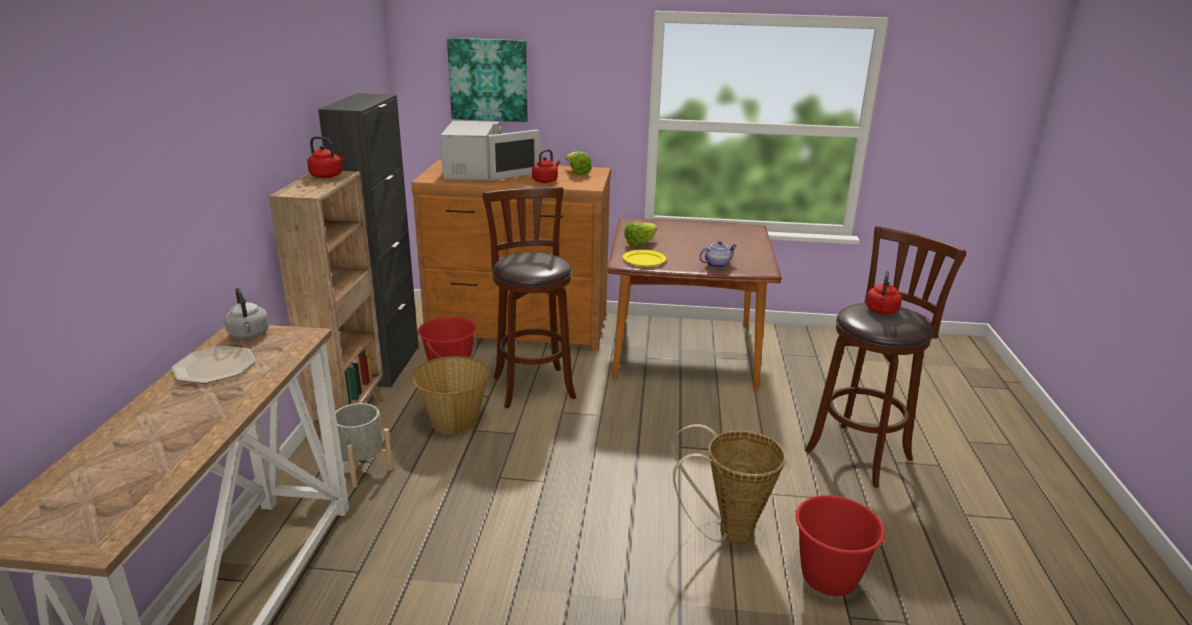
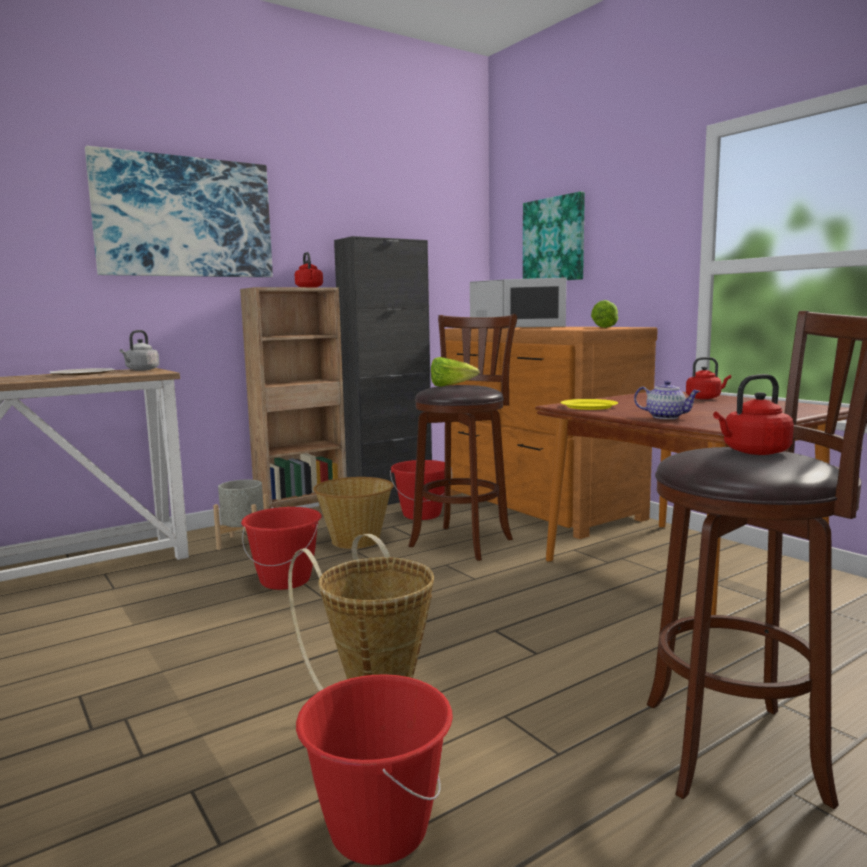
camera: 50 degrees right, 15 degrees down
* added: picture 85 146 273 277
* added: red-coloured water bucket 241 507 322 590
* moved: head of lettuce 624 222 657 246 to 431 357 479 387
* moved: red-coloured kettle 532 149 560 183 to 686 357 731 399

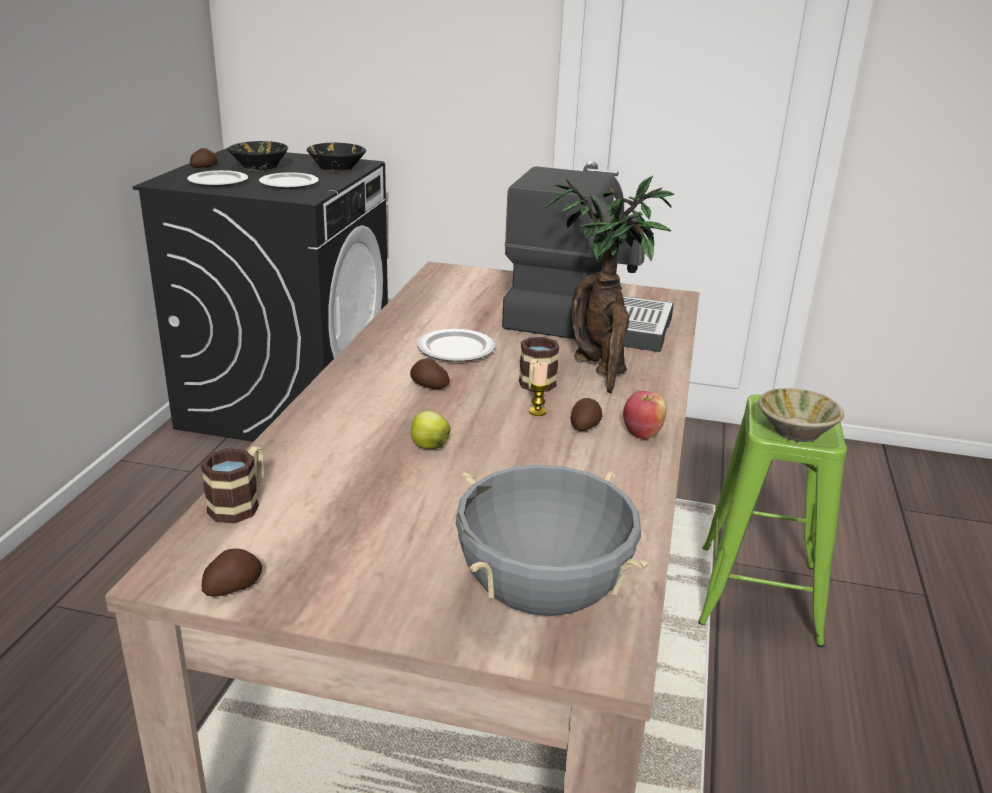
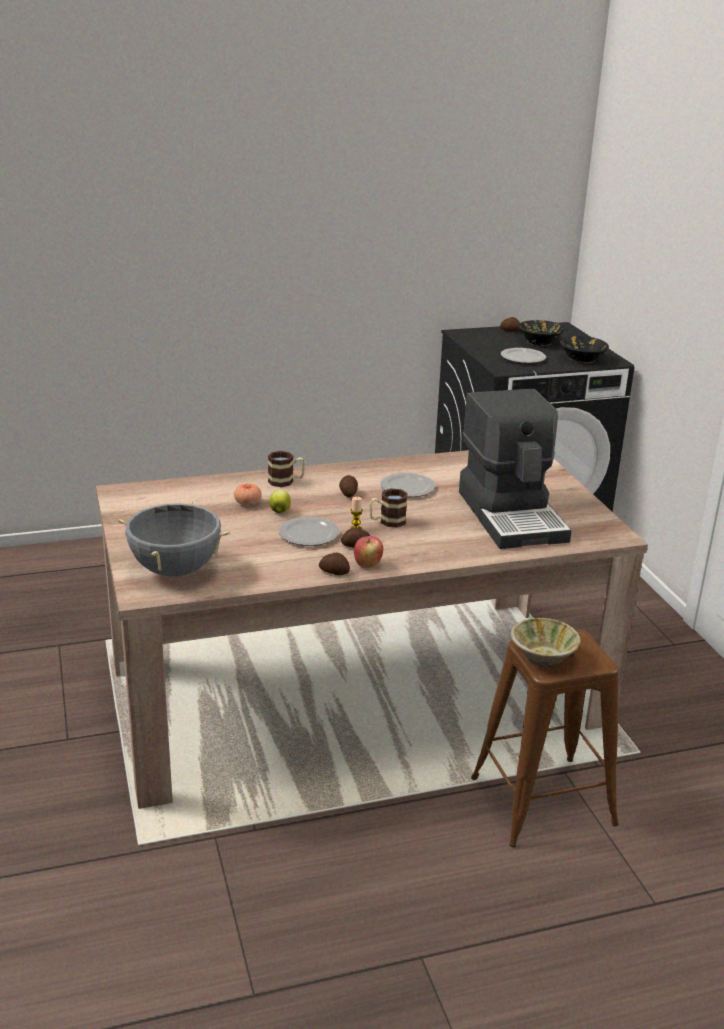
camera: 60 degrees right, 0 degrees up
* added: fresh tomato 234 483 262 506
* moved: coffee mug 201 446 264 523 to 268 451 305 487
* moved: flat dish 187 170 248 187 to 279 517 339 546
* moved: spud 202 548 262 597 to 319 552 350 575
* recoloured: green-coloured stool seat 698 395 847 647 to brown stool seat 471 630 619 847
* removed: plant in a pot 545 176 674 393

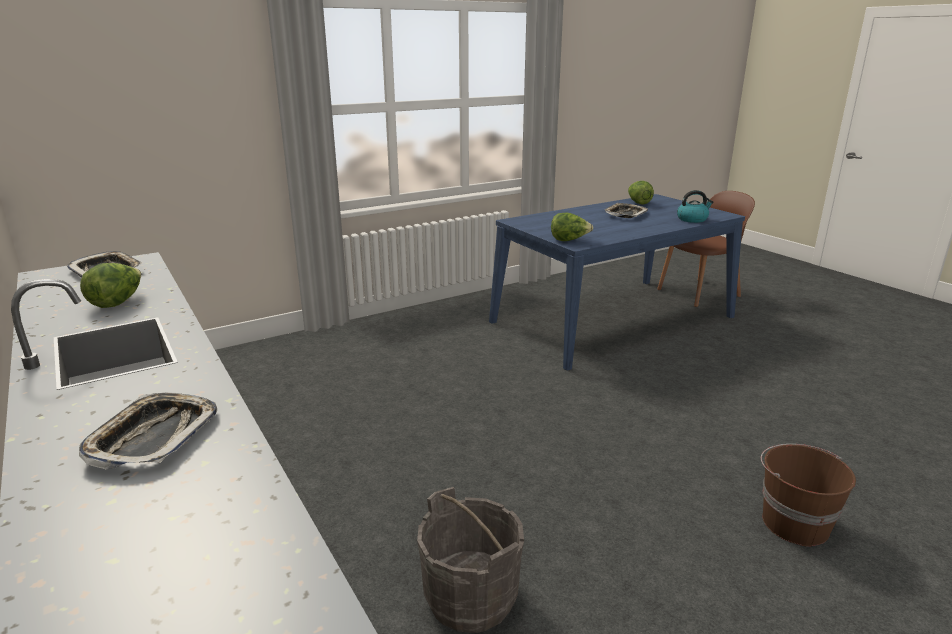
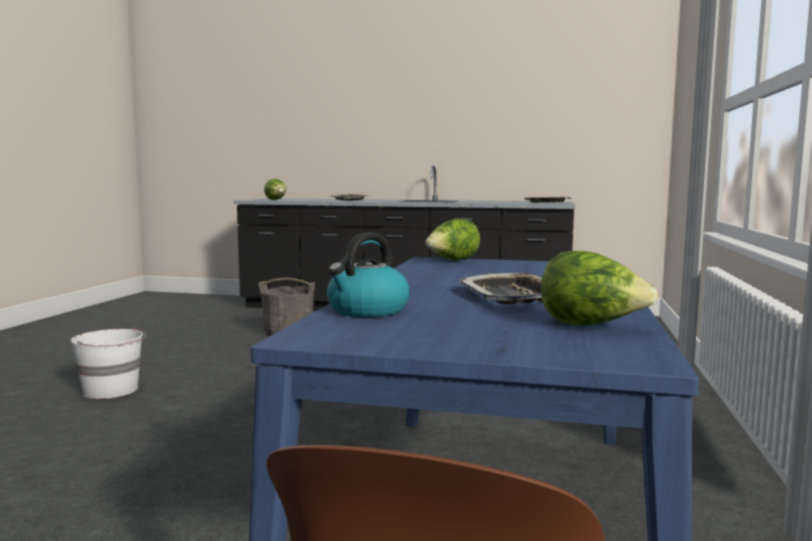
camera: 135 degrees right, 15 degrees down
* recoloured: brown water bucket 761 444 856 547 to whitish water bucket 71 327 146 399
* moved: head of lettuce 80 263 141 308 to 264 179 286 200

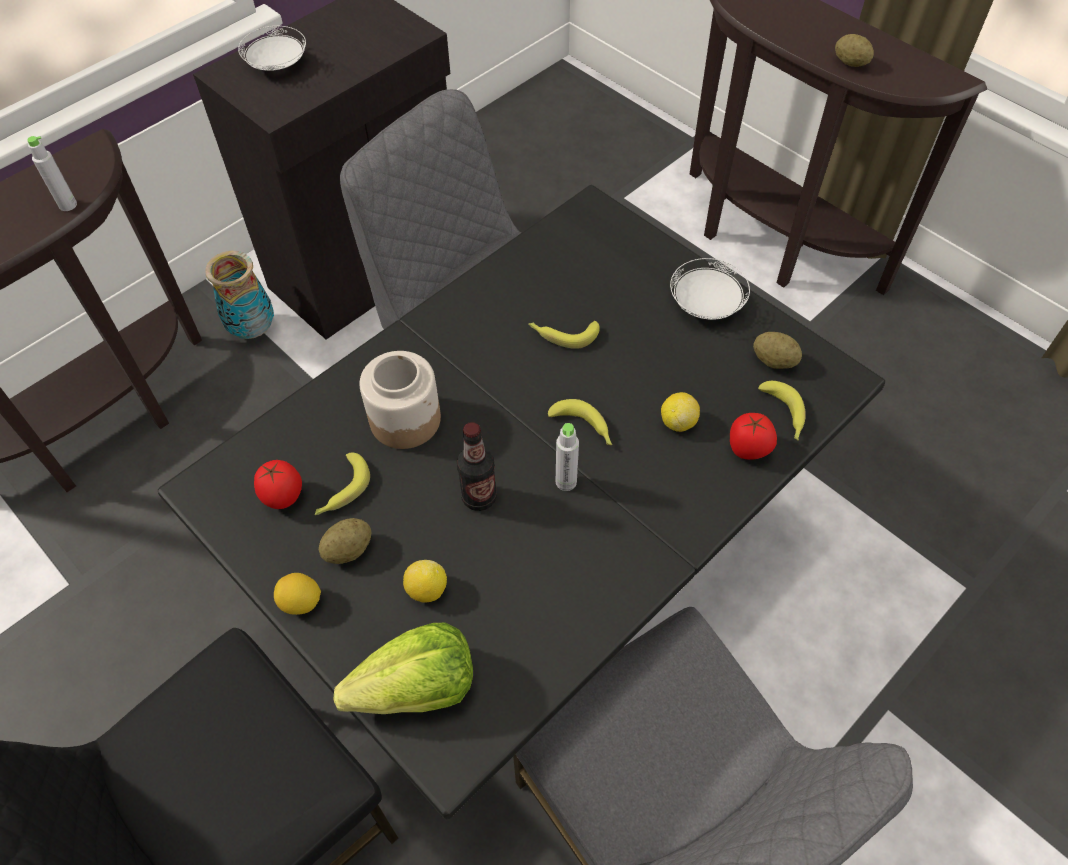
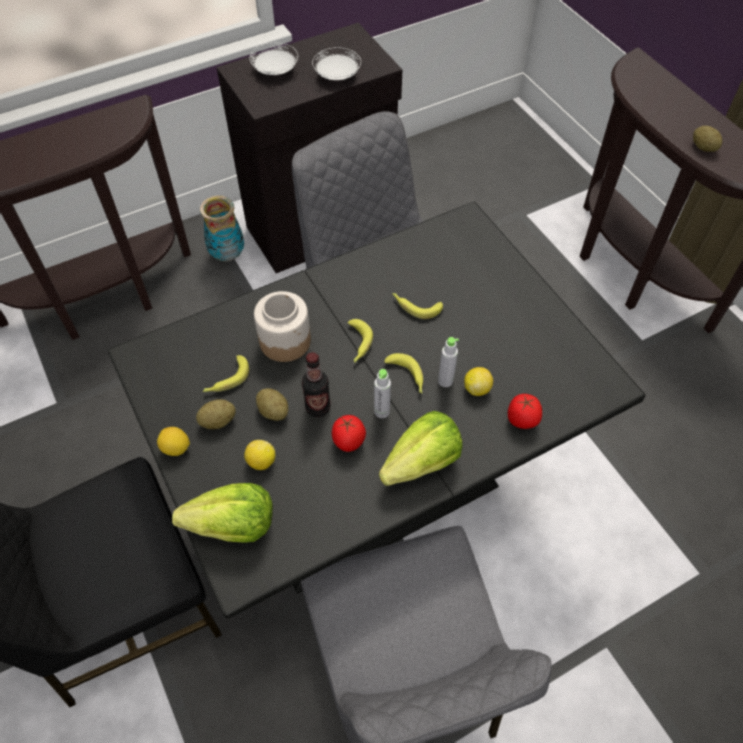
camera: 15 degrees right, 0 degrees up
* moved: spud 753 332 802 369 to 256 388 288 421
* moved: whitish flat dish 670 258 750 320 to 312 47 361 80
* moved: fresh tomato 254 460 302 509 to 332 415 366 452
* moved: banana 758 381 806 441 to 348 319 373 363
* added: head of lettuce 379 411 462 486
* moved: gray bottle 27 136 77 211 to 438 337 459 387

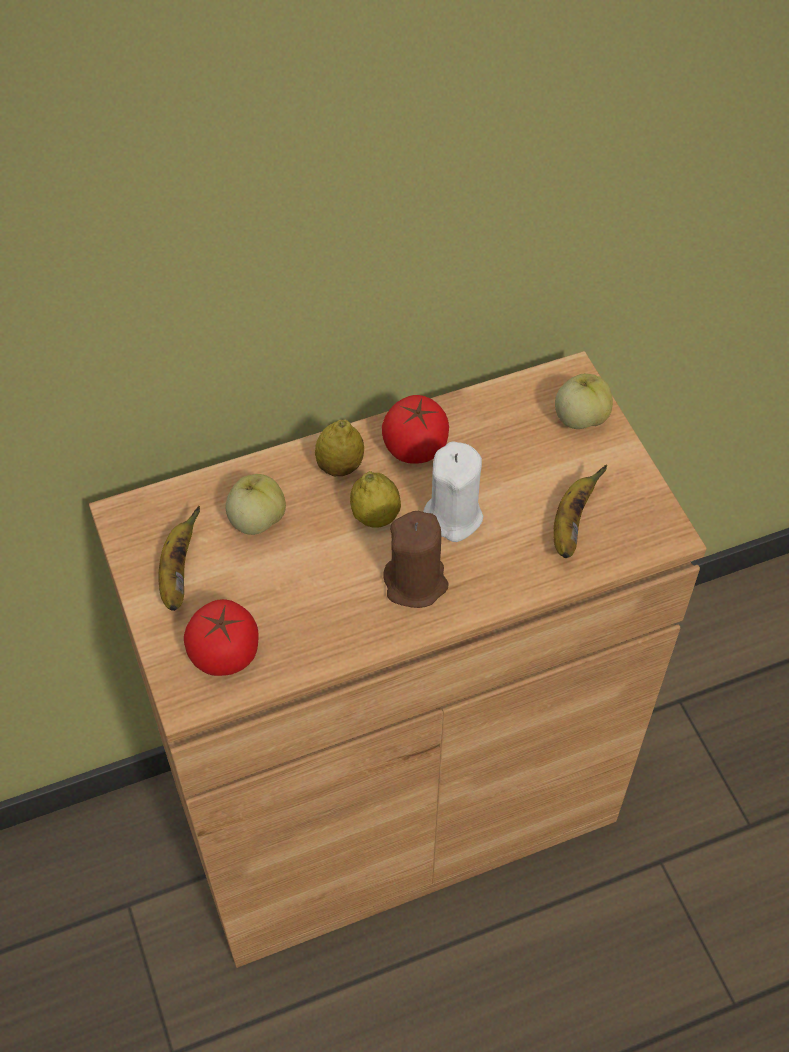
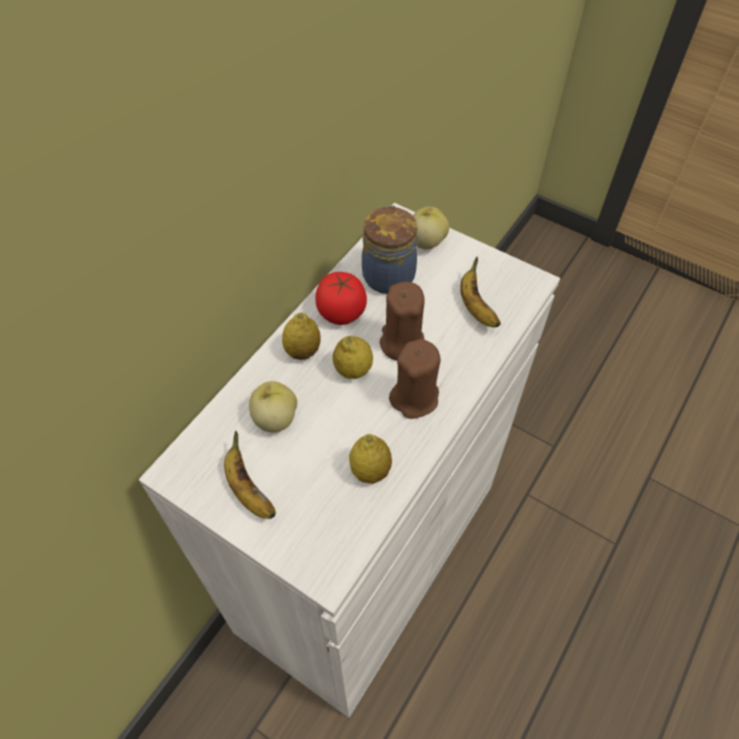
camera: 35 degrees left, 0 degrees up
* recoloured: brown cupboard 89 351 707 968 to whitish cupboard 139 203 560 718
* added: citrus fruit 349 434 392 484
* added: jar 362 205 417 294
* recoloured: whitish wax candle 423 441 483 542 to brown wax candle 380 282 425 360
* removed: fresh tomato 184 599 259 676

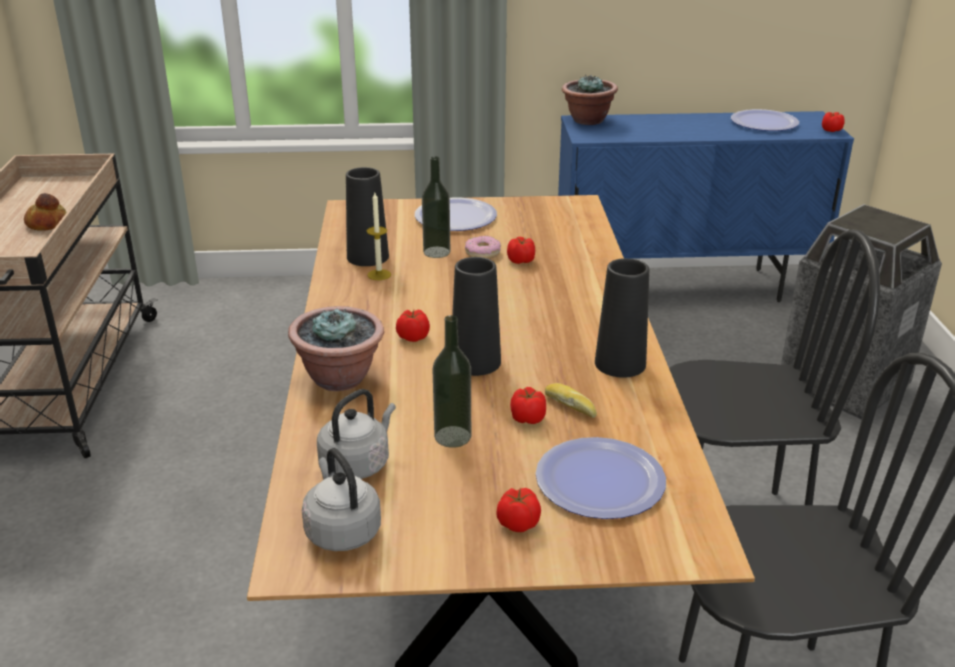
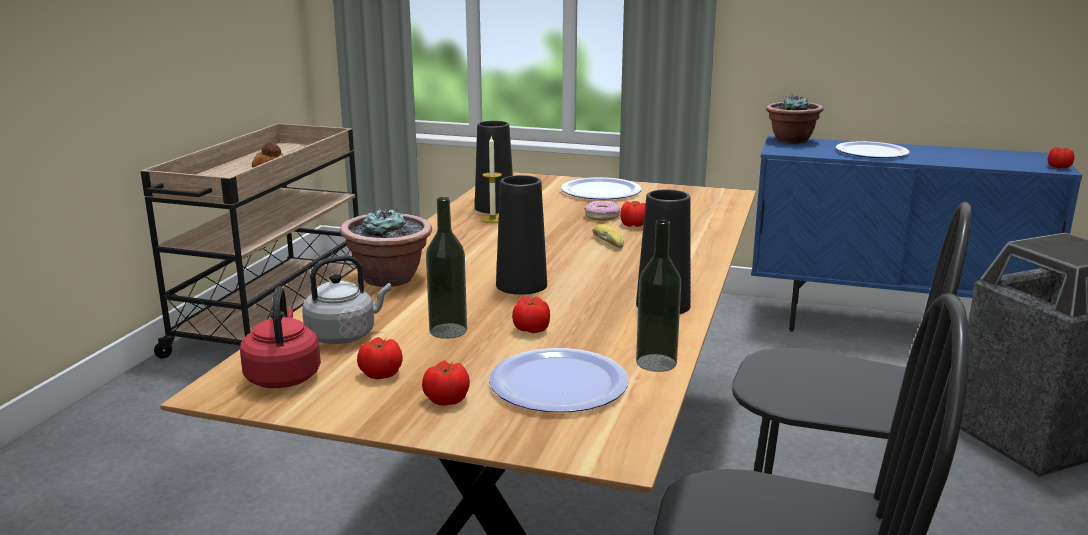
camera: 20 degrees right, 10 degrees down
* recoloured: gray kettle 302 448 381 551 to red-coloured kettle 240 287 321 388
* moved: fresh tomato 396 310 430 342 to 357 337 403 379
* moved: bakery bread 545 383 597 418 to 592 224 624 249
* moved: bottle 422 156 450 258 to 636 219 681 372
* moved: flat dish 731 109 799 131 to 836 141 909 158

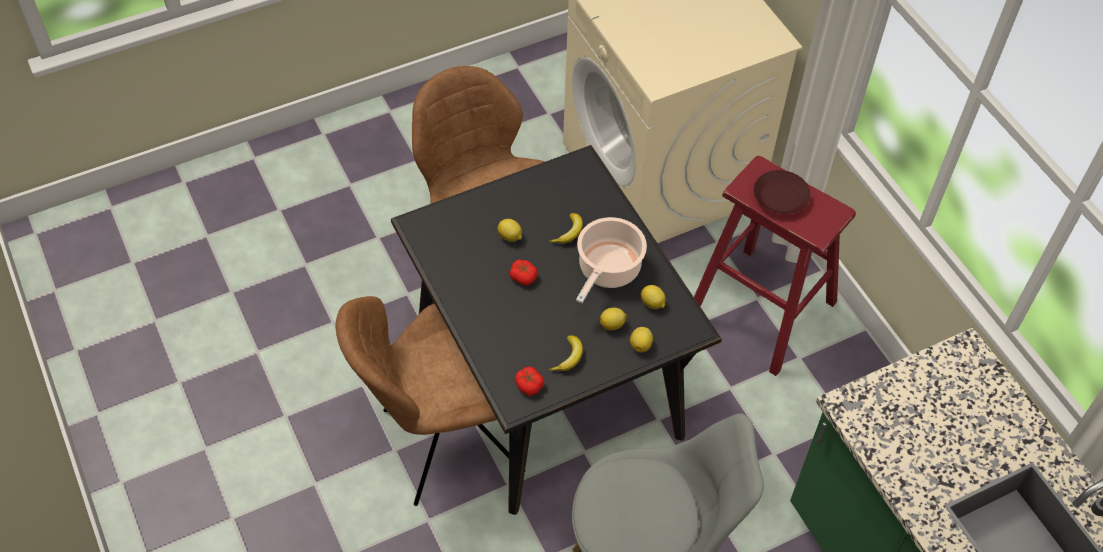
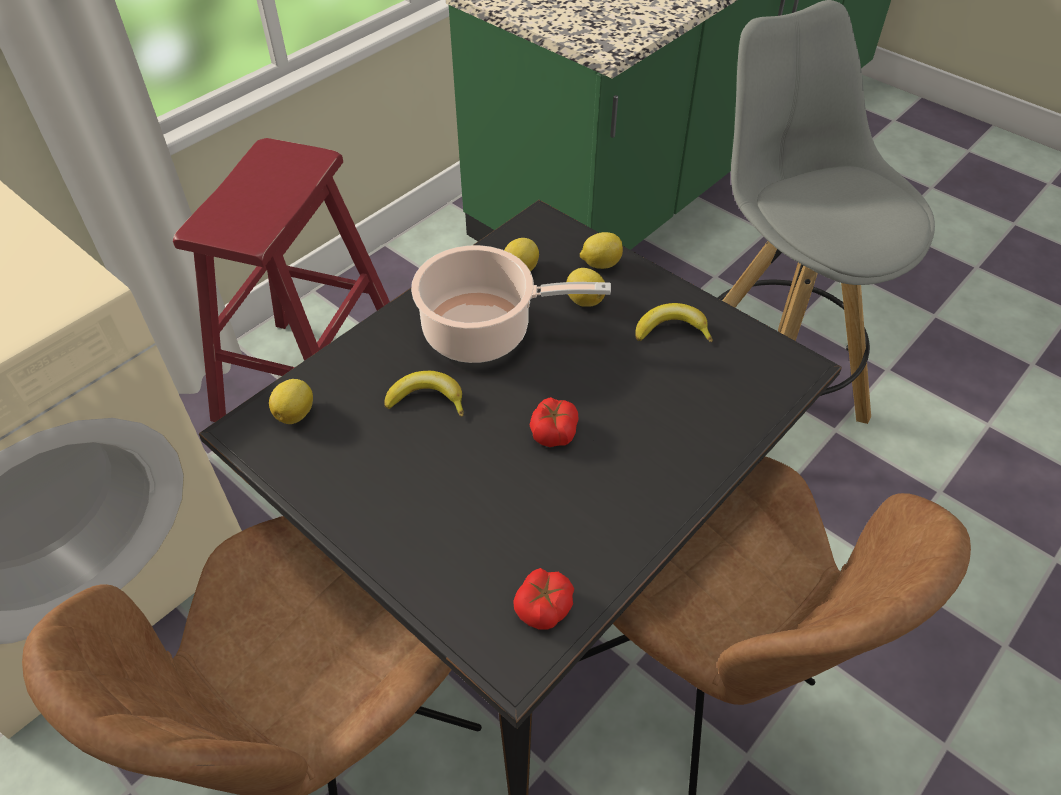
camera: 110 degrees left, 5 degrees down
* moved: citrus fruit 497 219 522 242 to 269 379 313 424
* moved: fresh tomato 515 366 544 396 to 513 568 574 630
* removed: brown flat dish 754 170 811 214

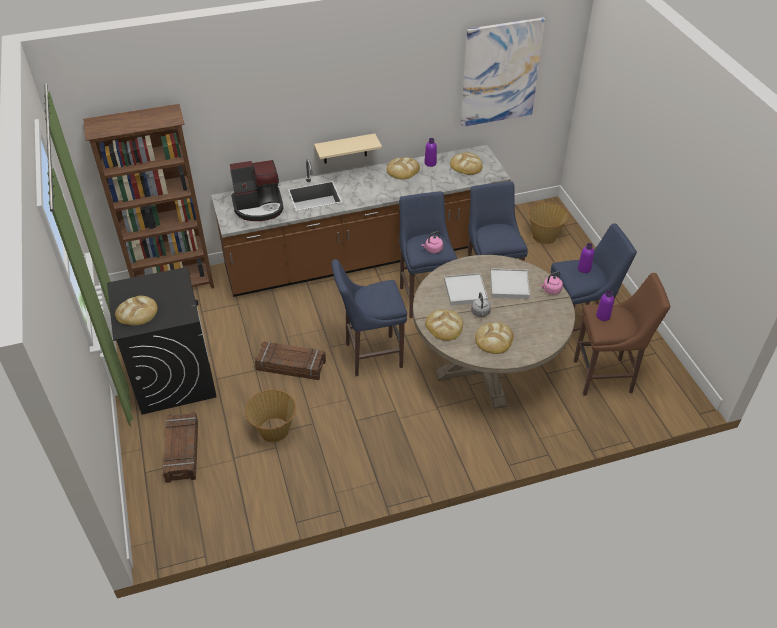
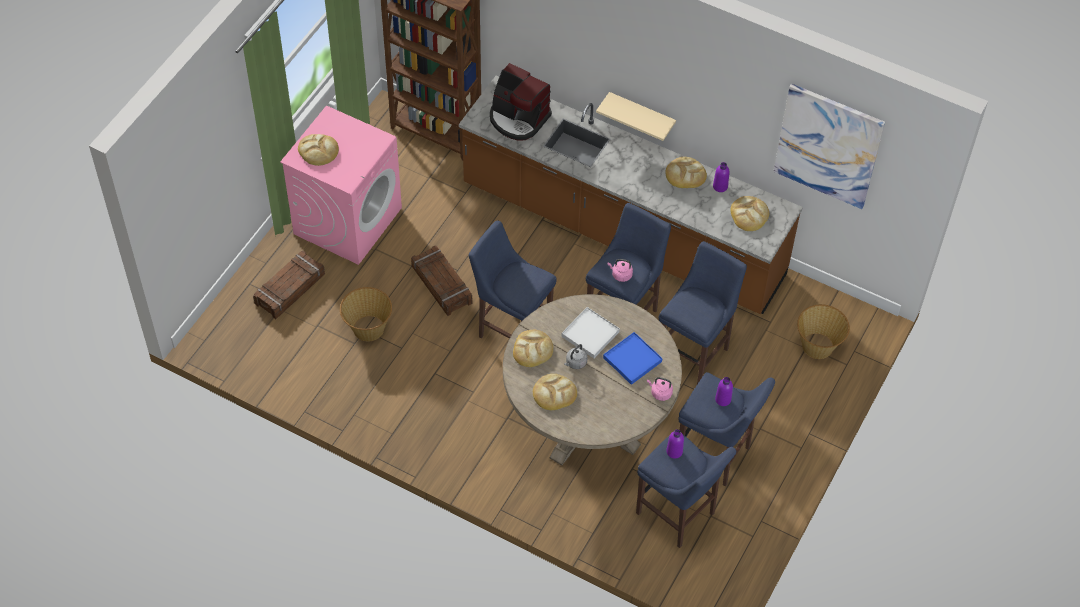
camera: 45 degrees right, 10 degrees up
* recoloured: black laundry machine 107 267 217 415 to pink laundry machine 280 105 402 265
* recoloured: whitish tray 490 269 530 299 to bluish tray 603 332 663 385
* recoloured: brown stool seat 574 273 670 396 to bluish stool seat 636 431 736 548

